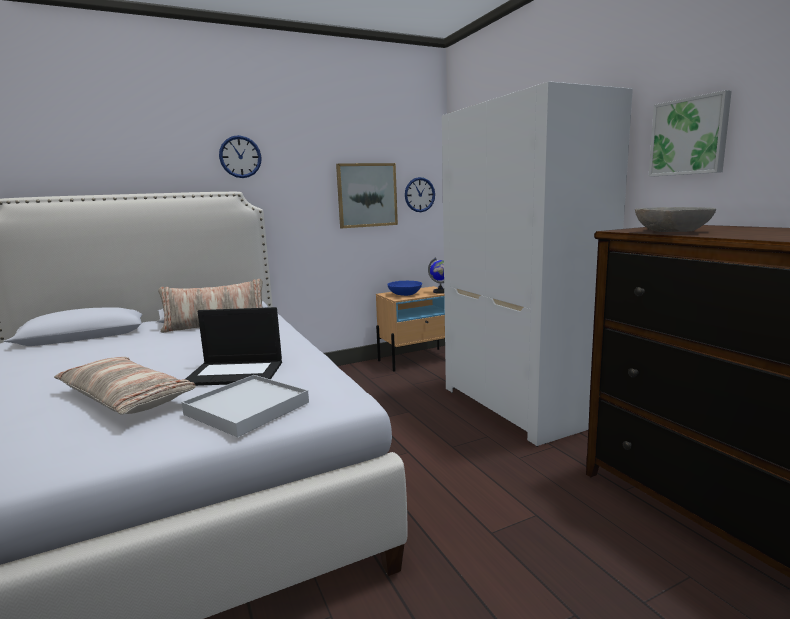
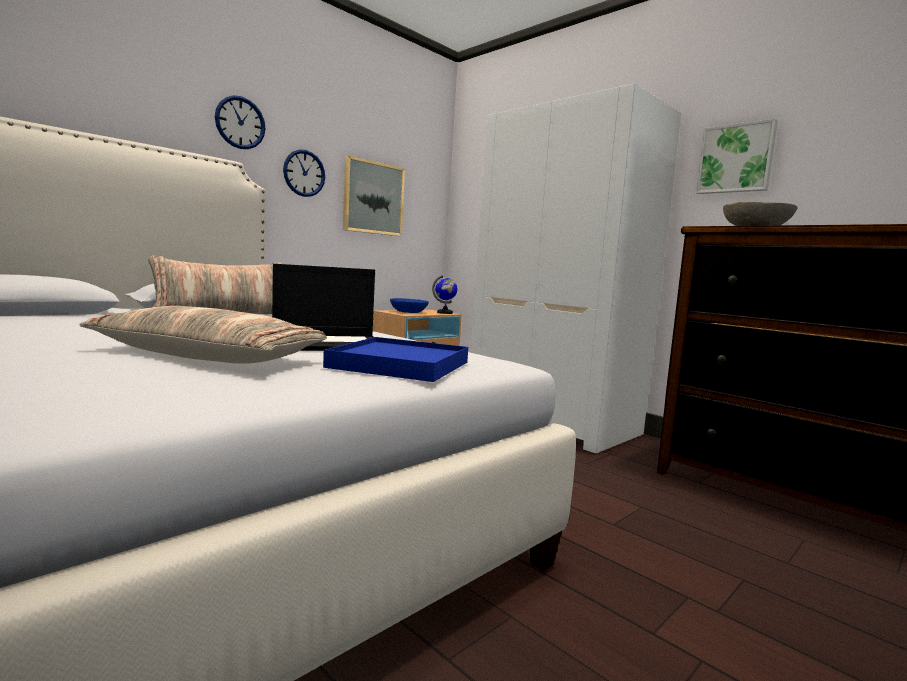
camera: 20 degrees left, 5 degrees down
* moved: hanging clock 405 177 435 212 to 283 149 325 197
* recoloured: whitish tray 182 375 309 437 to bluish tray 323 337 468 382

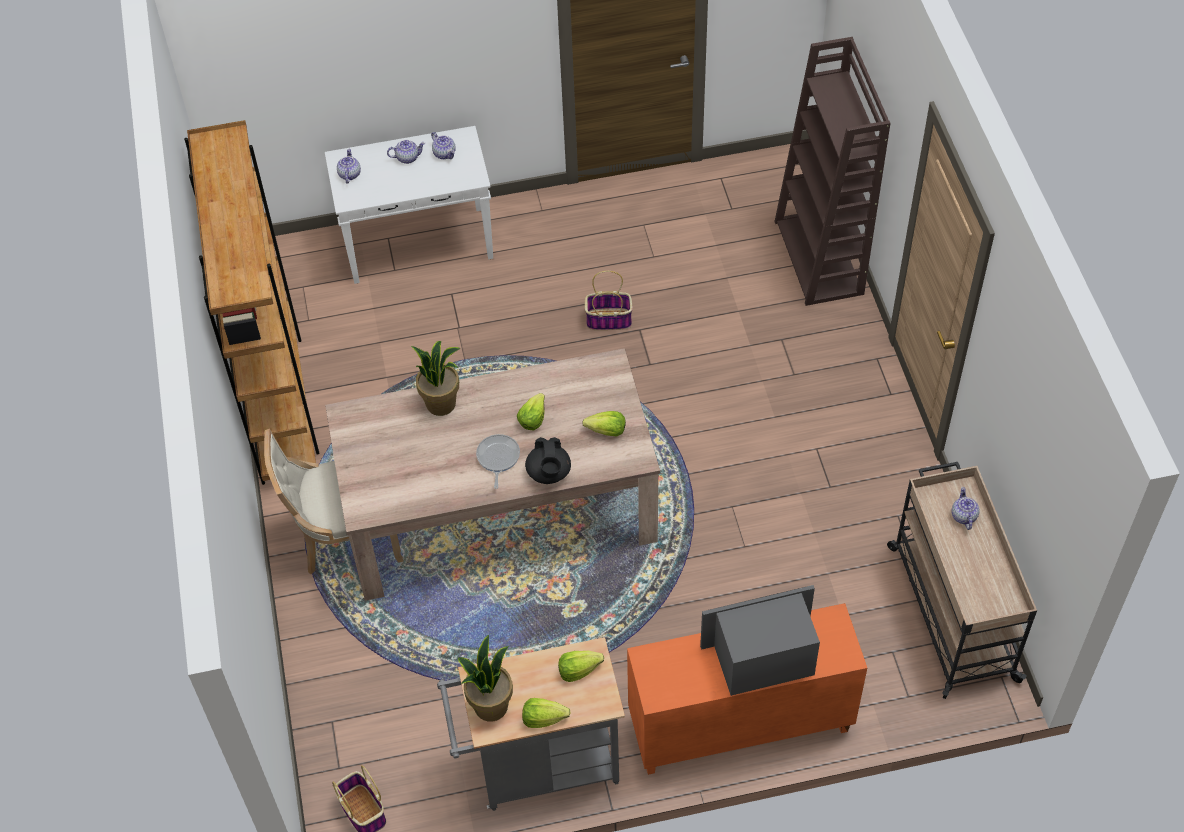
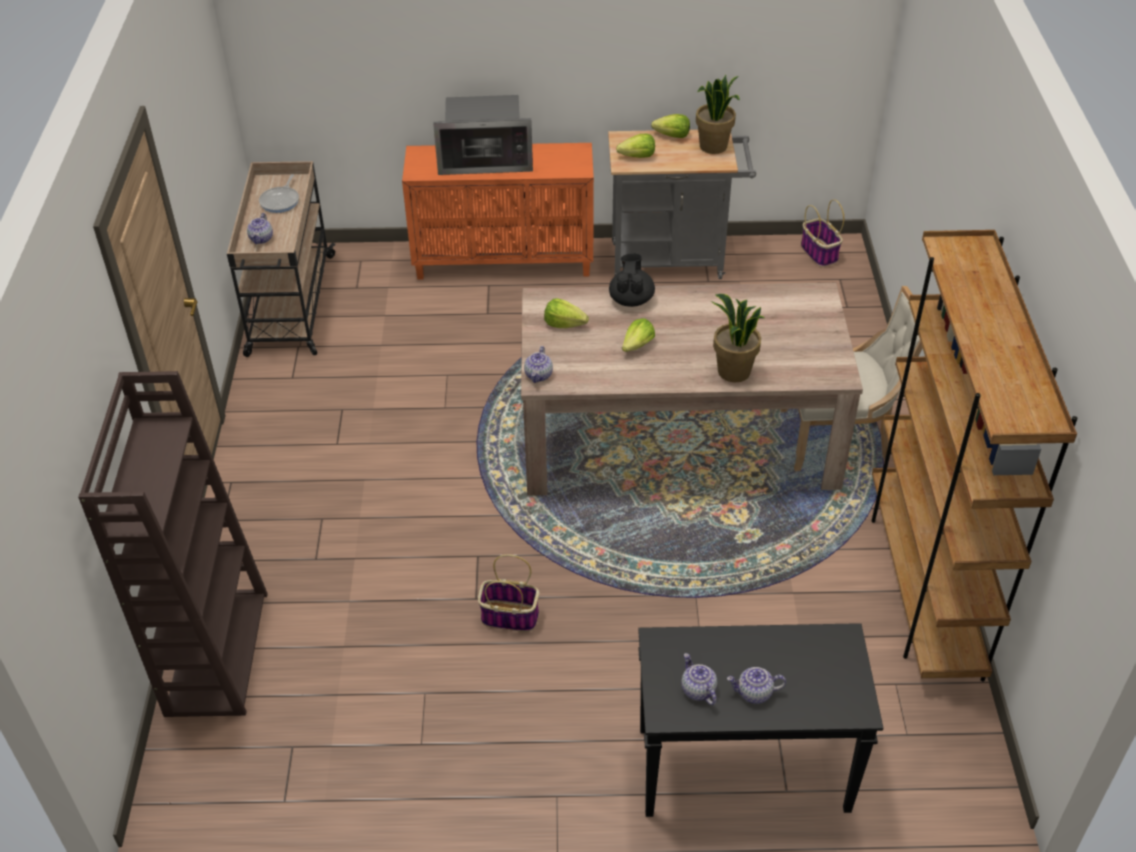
camera: 170 degrees left, 10 degrees down
* moved: skillet 476 434 520 489 to 259 174 299 213
* moved: tea pot 337 149 361 183 to 524 346 553 383
* recoloured: whitish console table 325 126 493 284 to black console table 638 623 883 817

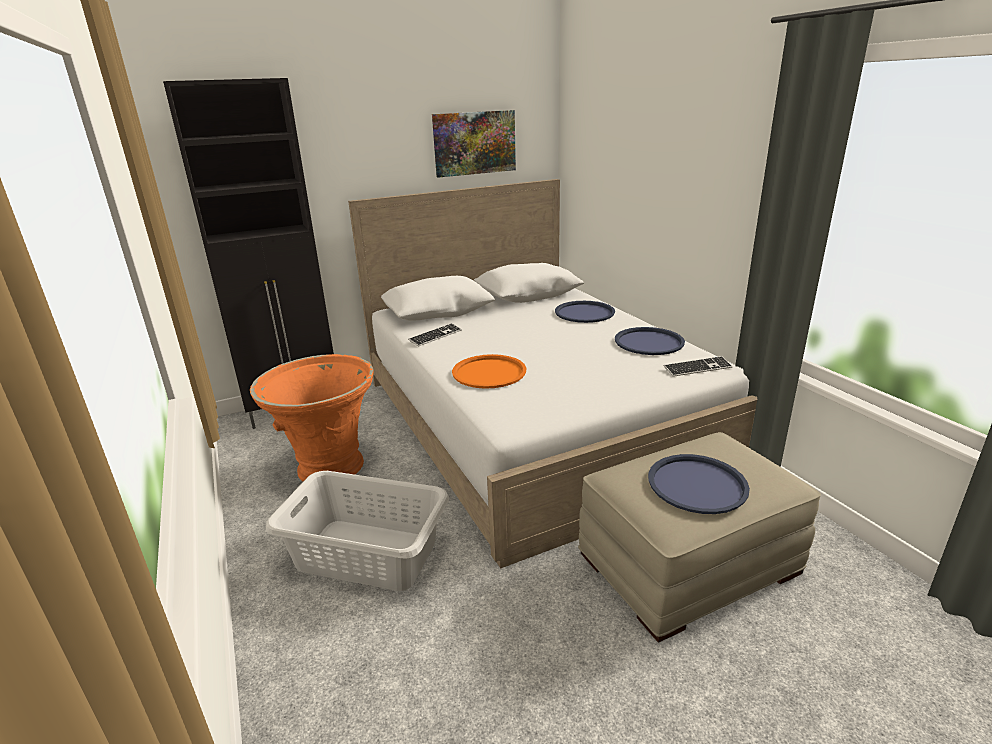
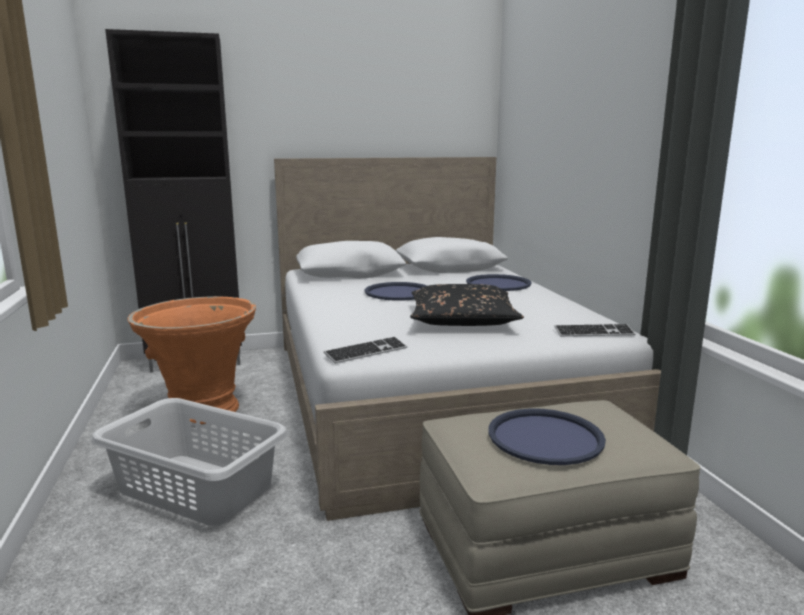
camera: 10 degrees right, 10 degrees down
* moved: computer keyboard 408 323 462 347 to 324 337 407 364
* moved: bluish tray 615 327 685 355 to 365 282 427 301
* added: black cushion 410 284 524 326
* removed: picture 432 110 516 178
* removed: orange tray 452 354 526 389

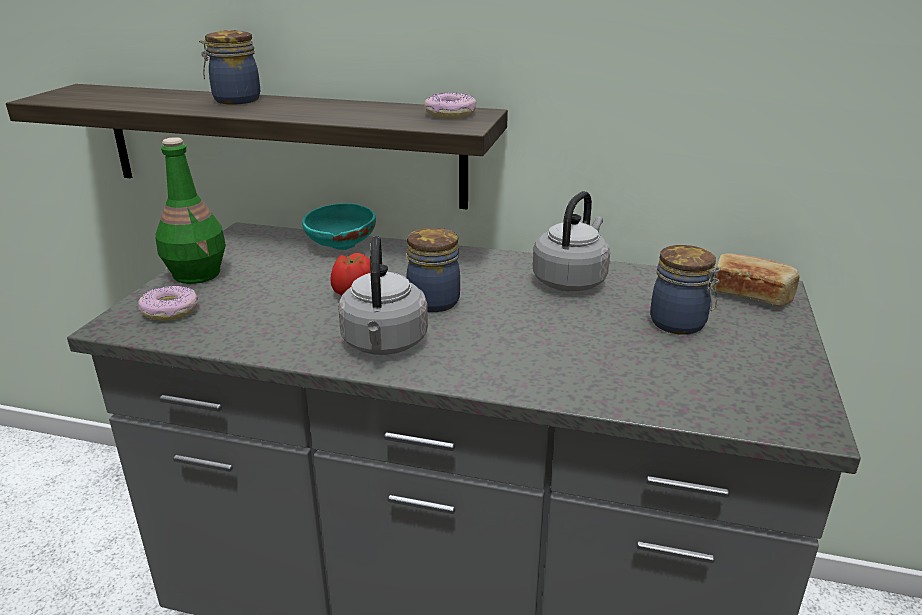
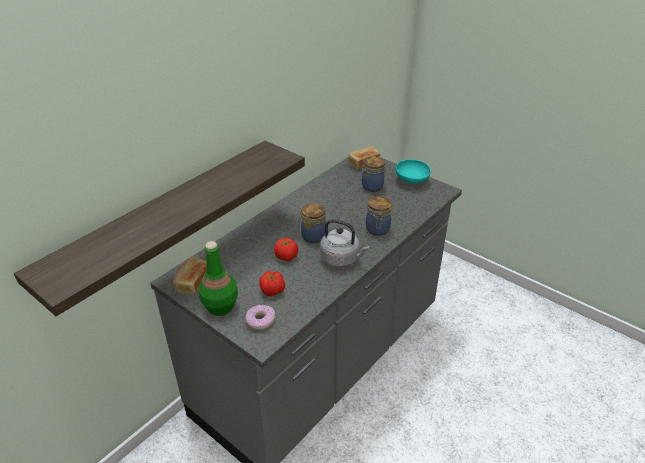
camera: 65 degrees left, 10 degrees up
* added: bakery bread 173 257 207 295
* added: fresh tomato 259 271 285 296
* moved: jar 199 30 260 105 to 366 196 392 236
* moved: turquoise-coloured deep dish 302 203 376 250 to 396 159 431 184
* removed: ring doughnut 424 92 476 119
* removed: gray kettle 533 191 610 291

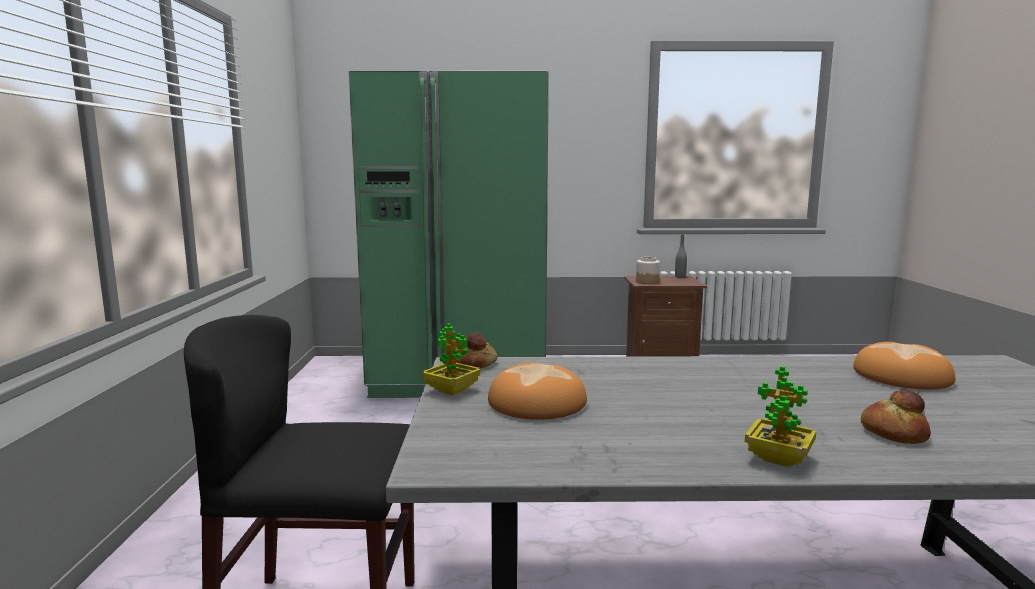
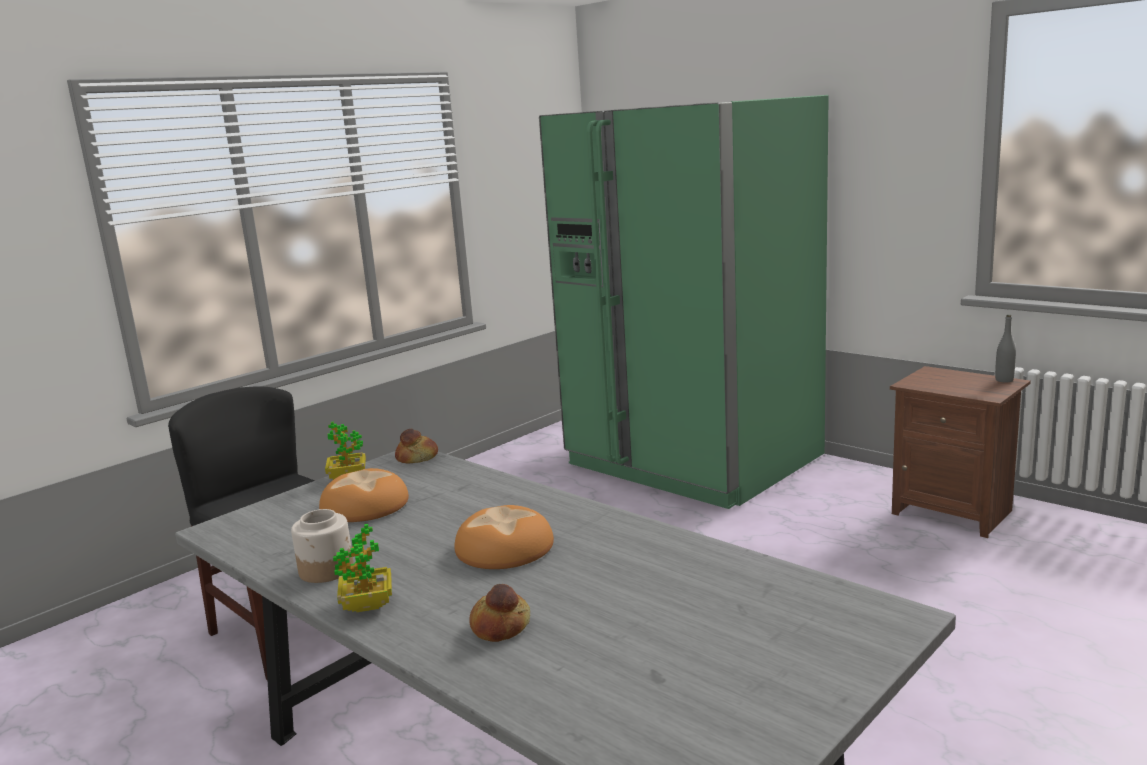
camera: 45 degrees right, 5 degrees up
* moved: jar 636 257 660 284 to 291 509 354 583
* moved: bakery bread 853 342 955 390 to 455 505 554 569

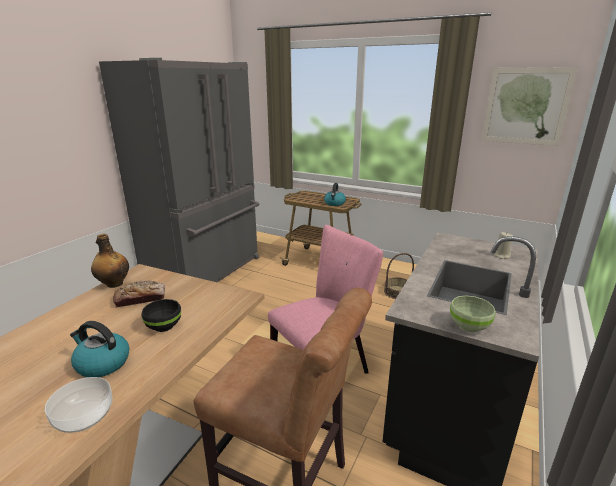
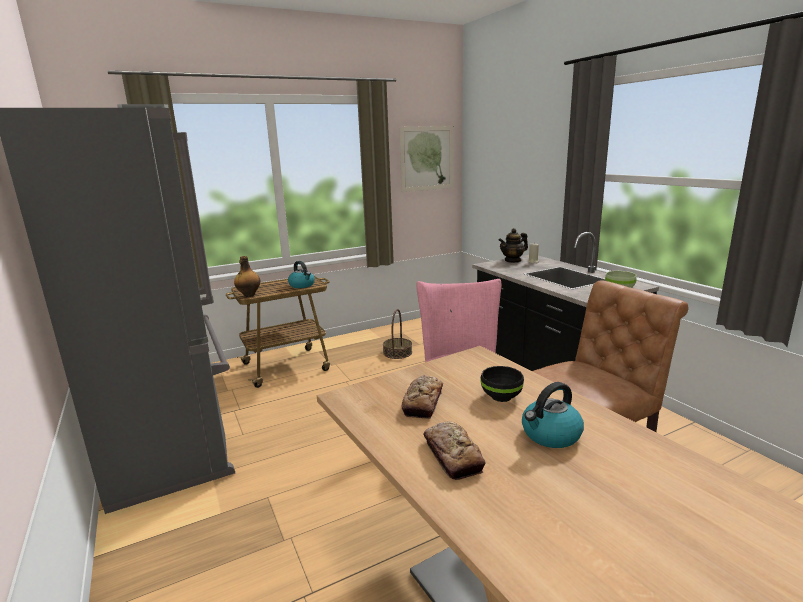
camera: 55 degrees left, 5 degrees down
* moved: bottle 91 234 129 288 to 234 256 261 297
* added: bakery bread 423 422 486 480
* added: tea pot 499 228 528 263
* removed: deep dish 45 377 113 433

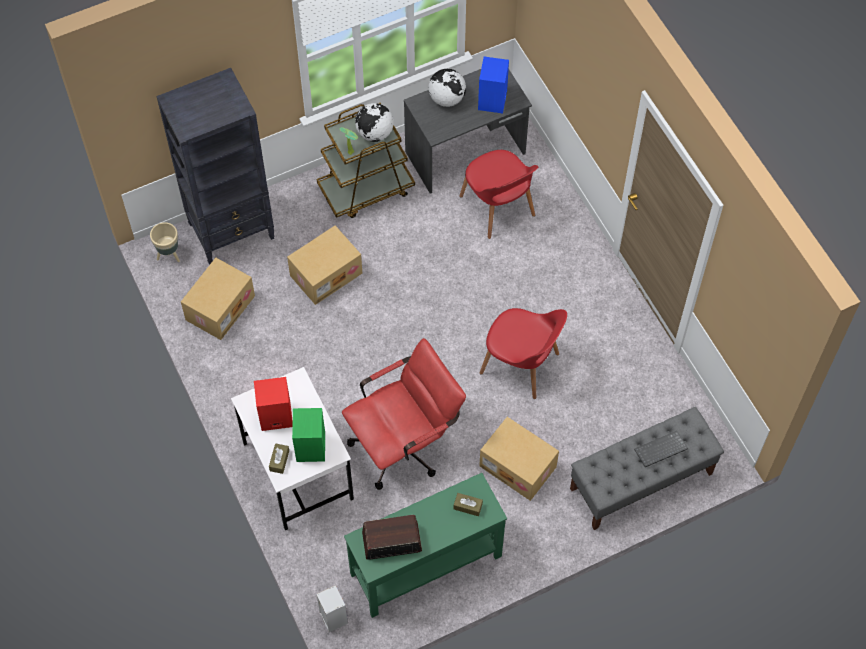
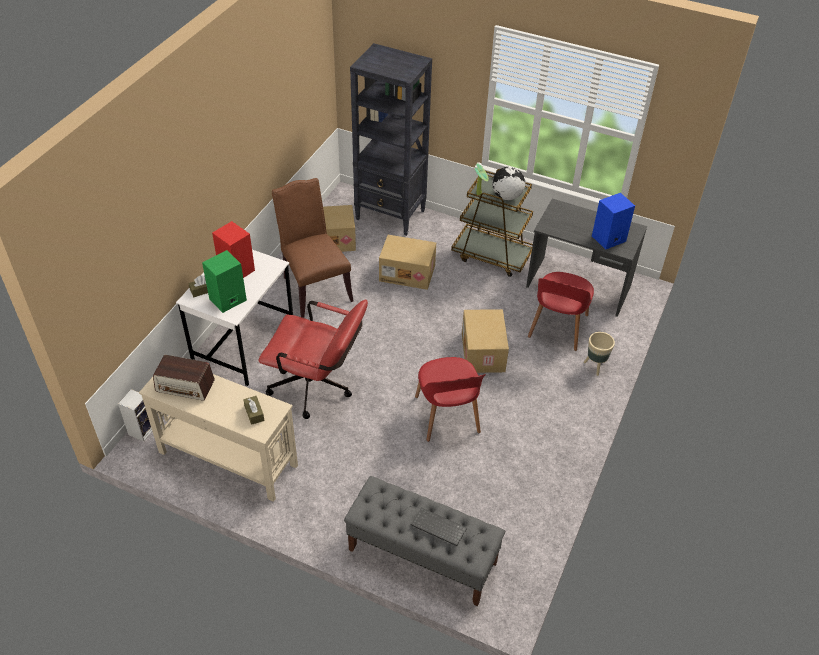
camera: 50 degrees right, 15 degrees down
* recoloured: green-coloured console table 344 473 507 618 to beige console table 139 374 298 502
* turned: radio 362 515 422 560 = 153 355 215 401 150 degrees clockwise
* added: brown upright chair 272 178 354 318
* moved: packing box 479 417 559 501 to 462 309 509 373
* moved: beige flower pot 150 222 180 262 to 584 332 615 376
* removed: globe 428 69 466 107

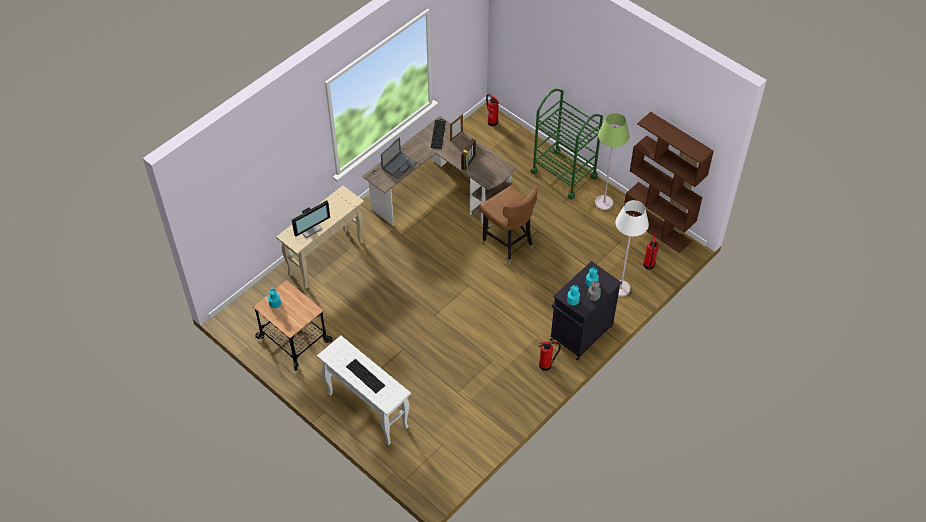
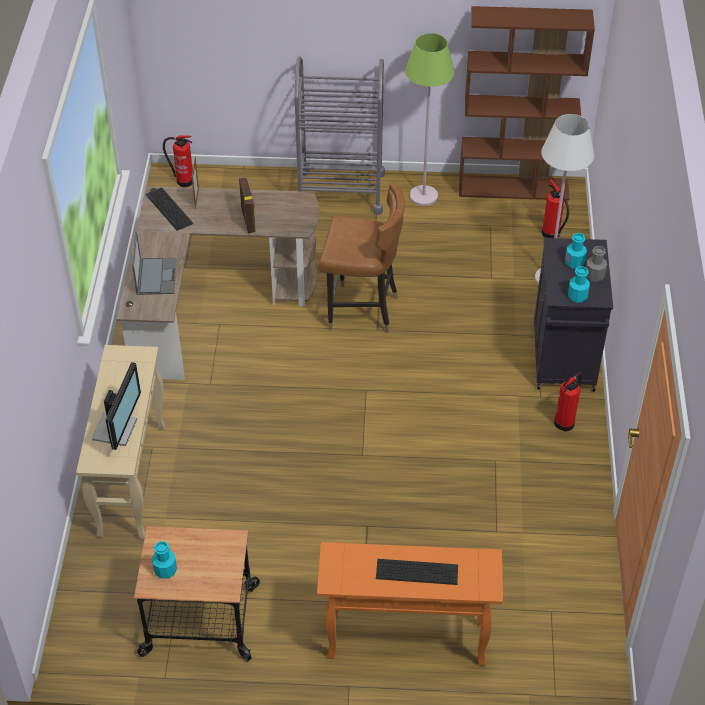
camera: 40 degrees left, 5 degrees down
* recoloured: green-coloured trolley 531 89 603 200 to gray trolley 295 56 385 215
* recoloured: whitish console table 317 336 411 445 to orange console table 317 542 503 666

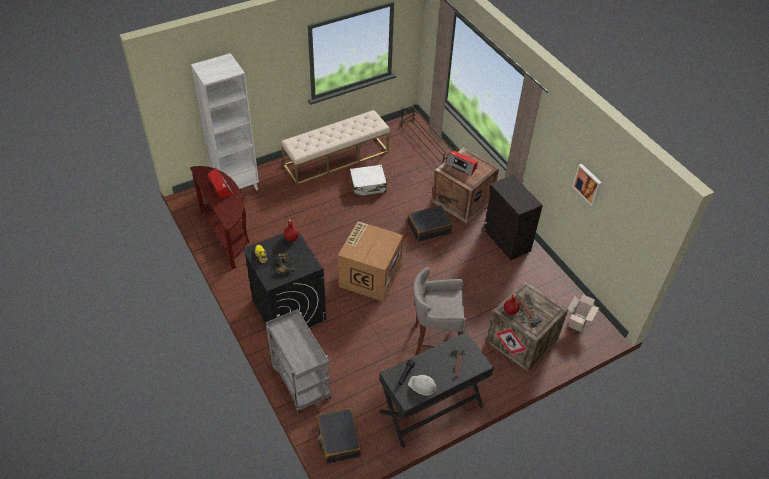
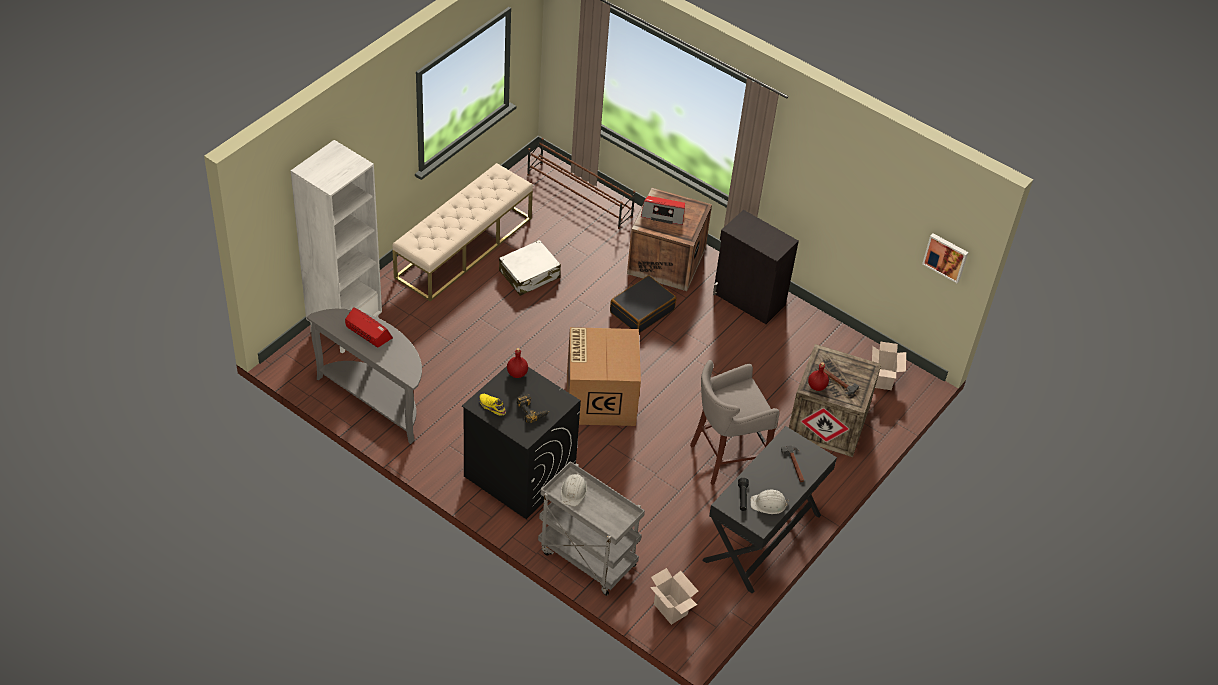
camera: 25 degrees left, 0 degrees up
* recoloured: brown console table 190 166 249 269 to gray console table 306 309 422 444
* added: whitish work helmet 561 473 587 507
* replaced: black travel case 317 408 361 464 to packing box 650 568 698 625
* moved: picture 572 164 602 206 to 922 233 968 283

